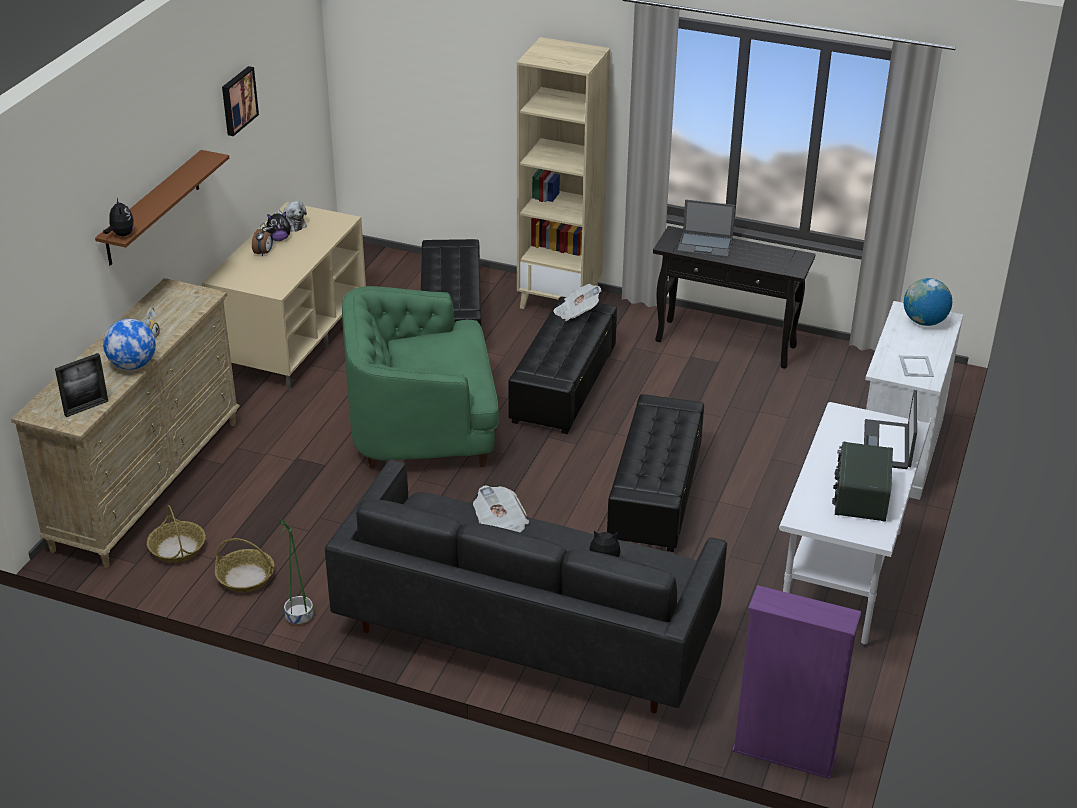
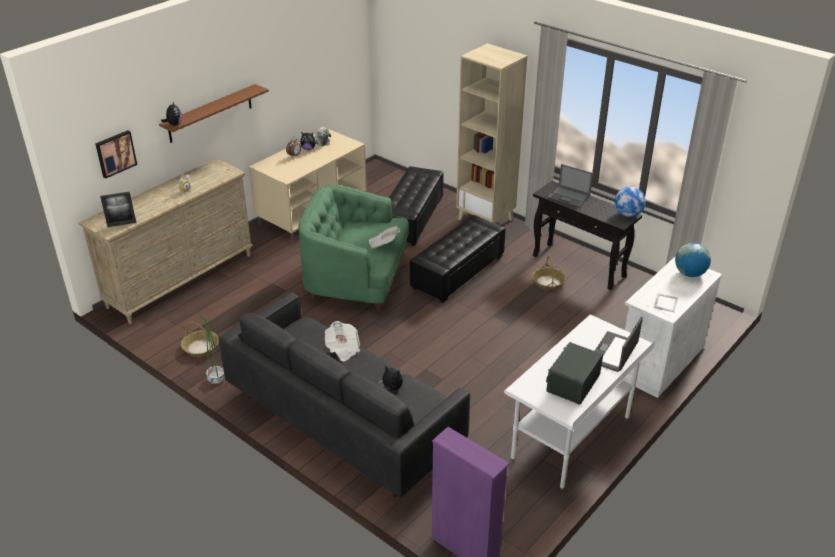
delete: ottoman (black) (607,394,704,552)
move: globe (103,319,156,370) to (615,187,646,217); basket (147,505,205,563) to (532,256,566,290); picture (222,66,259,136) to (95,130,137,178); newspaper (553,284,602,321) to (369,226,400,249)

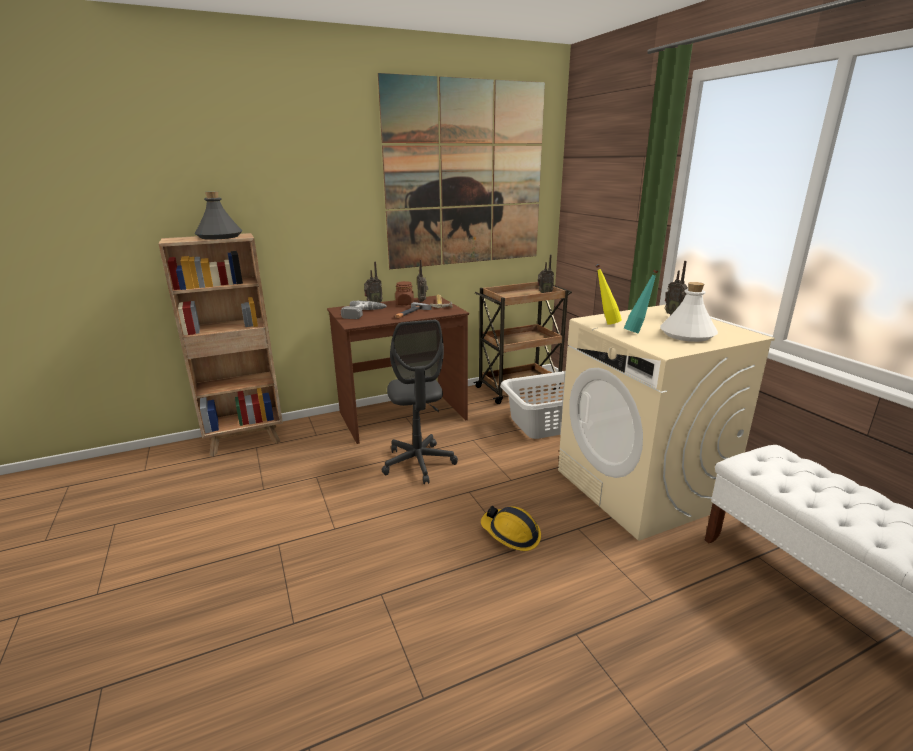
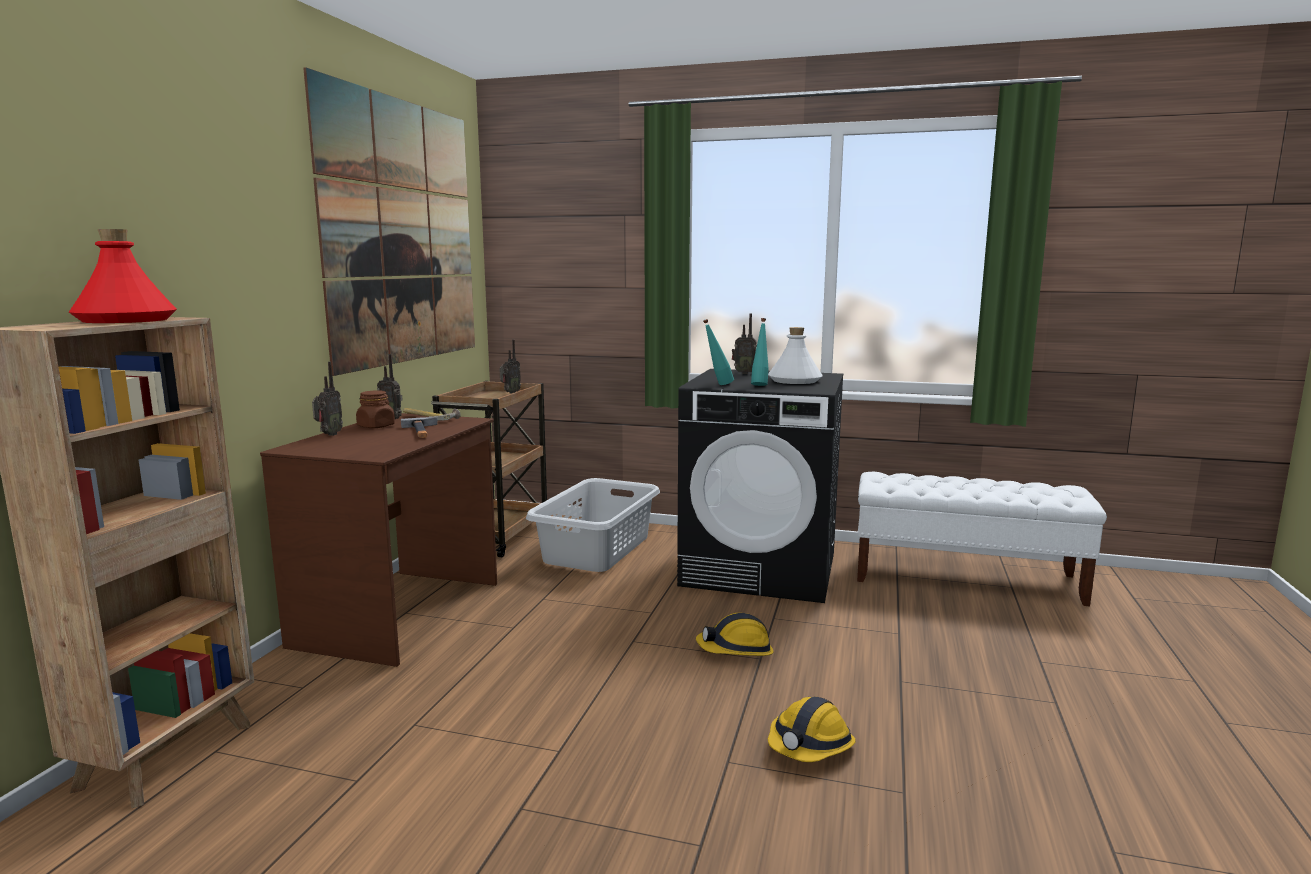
delete: power drill (341,301,387,319); office chair (grey) (382,320,458,484)
insert: hard hat (768,697,856,762)
recolor: bottle (grey) (195,191,242,240) to bottle (red) (69,229,177,323); washing machine (beige) (558,305,775,541) to washing machine (black) (677,369,843,603); bottle (yellow) (596,264,622,325) to bottle (turquoise) (703,319,734,385)

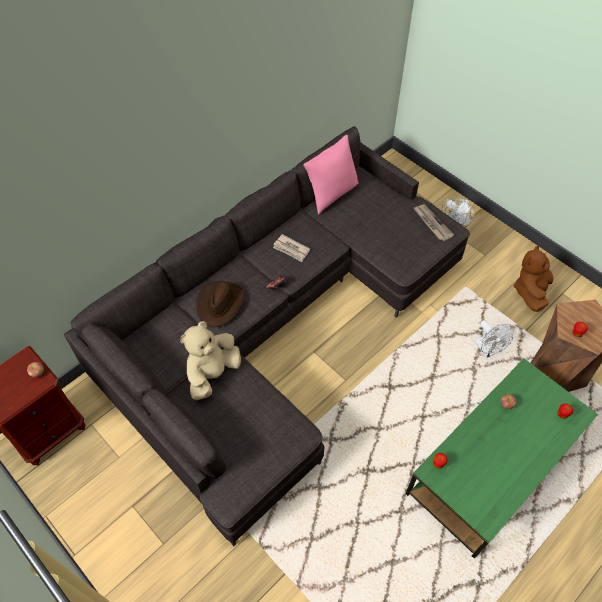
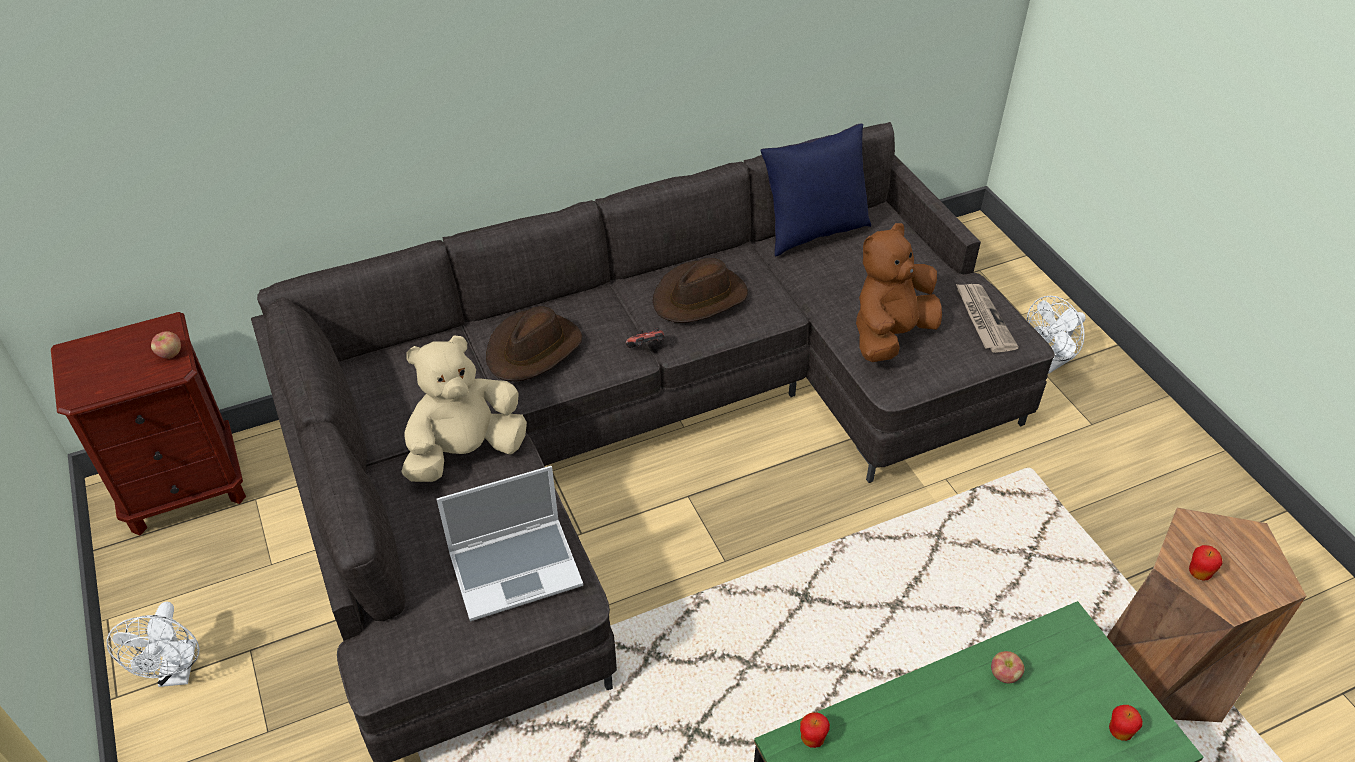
insert: laptop (437,466,583,621)
move: fan (white) (474,321,514,358) to (107,602,200,687); plush toy (brown) (514,245,553,312) to (856,223,942,362)
replace: newspaper (273,234,310,262) to hat (brown) (653,258,748,323)
recolor: pillow (pink) (303,135,359,215) to pillow (blue) (760,123,871,256)

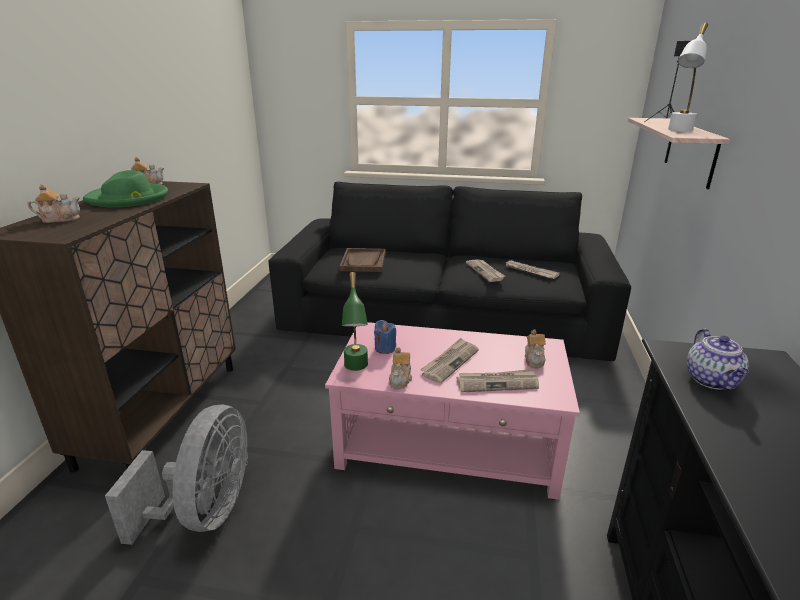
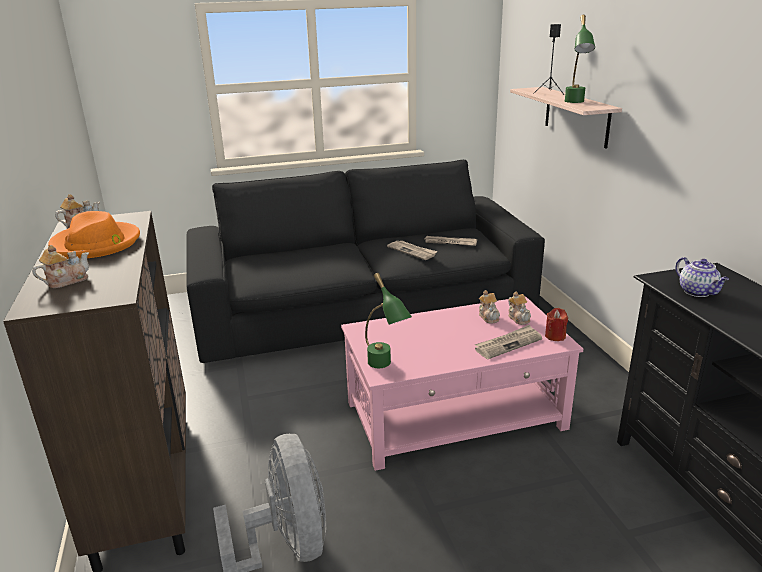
delete: tray (brown) (340,248,386,272); candle (blue) (374,320,396,354); newspaper (420,338,479,383)
insert: candle (red) (545,308,568,341)
move: teapot (389,347,412,389) to (479,290,500,323)
recolor: hat (green) (83,170,168,207) to hat (orange) (48,211,140,259); table lamp (white) (668,22,708,131) to table lamp (green) (565,15,595,103)

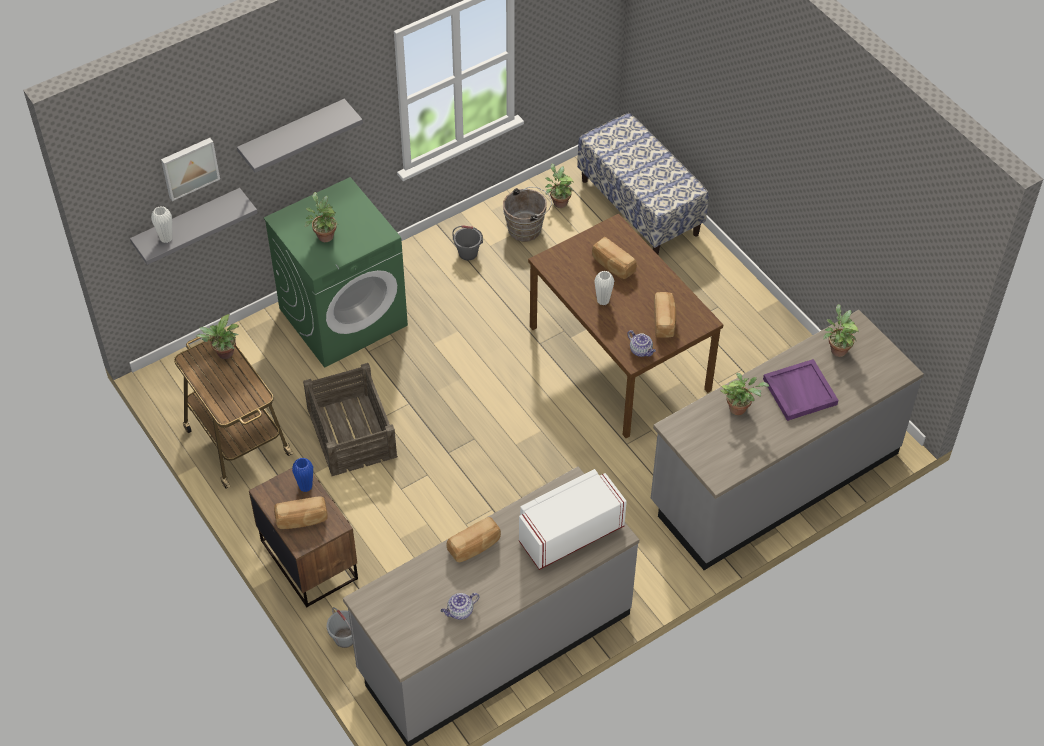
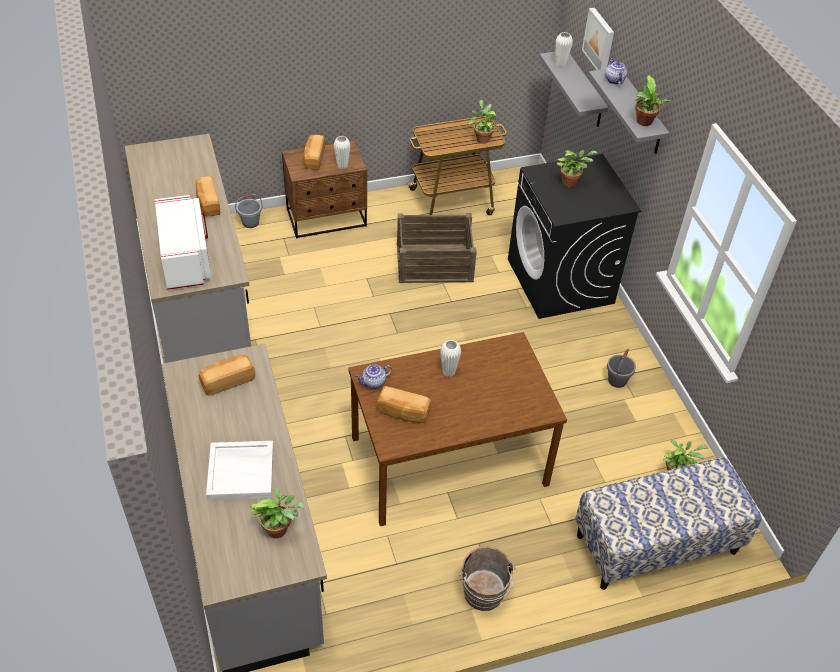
move: teapot (441,593,479,620) to (605,57,627,84); bucket (brown) (503,187,552,242) to (459,546,515,611); bread (592,237,637,279) to (199,355,255,396); potted plant (720,373,770,415) to (635,75,672,126)
recolor: washing machine (green) (264,177,408,368) to washing machine (black) (508,154,641,319); vase (blue) (292,458,313,492) to vase (white) (334,136,350,169); tray (purple) (763,359,839,421) to tray (white) (206,441,274,500)

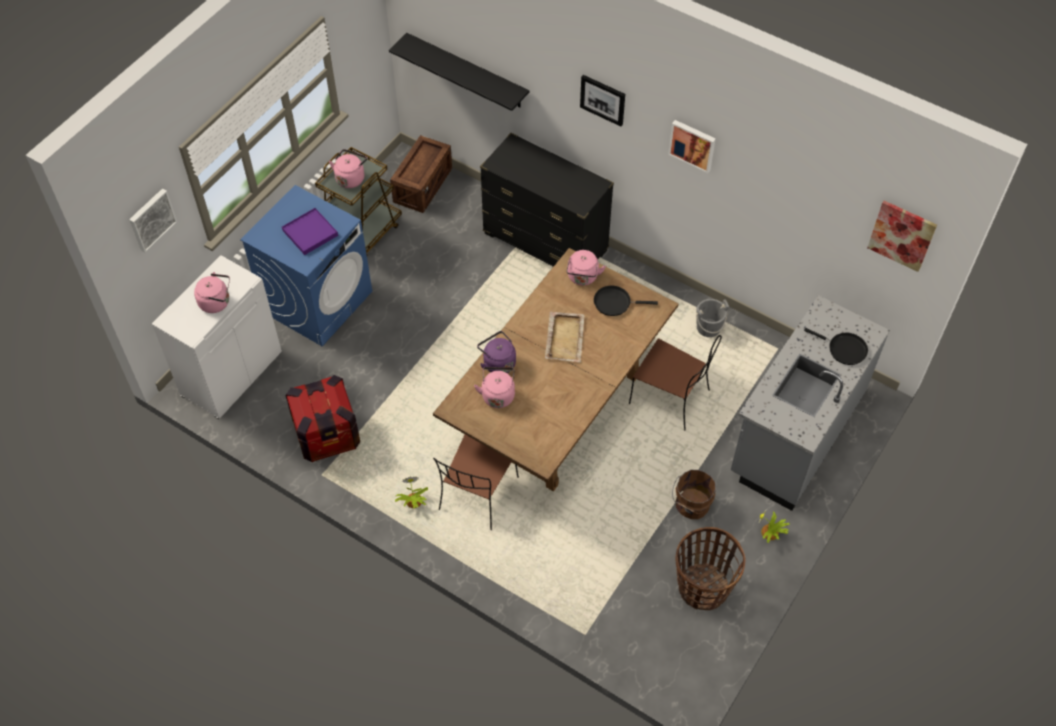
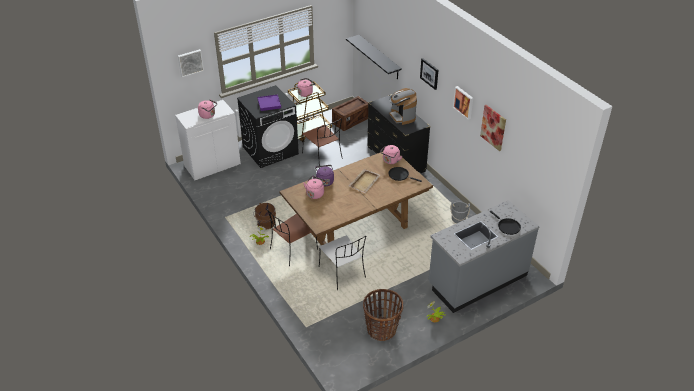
delete: crate (285,375,360,462)
insert: chair (white) (319,235,366,290); coffee machine (389,88,417,125)
move: chair (brown) (629,335,722,431) to (302,119,343,168); bucket (brown) (672,470,716,519) to (253,203,276,230); picture (867,201,937,272) to (480,105,506,151)
recolor: washing machine (blue) (240,185,372,346) to washing machine (black) (237,85,299,168)

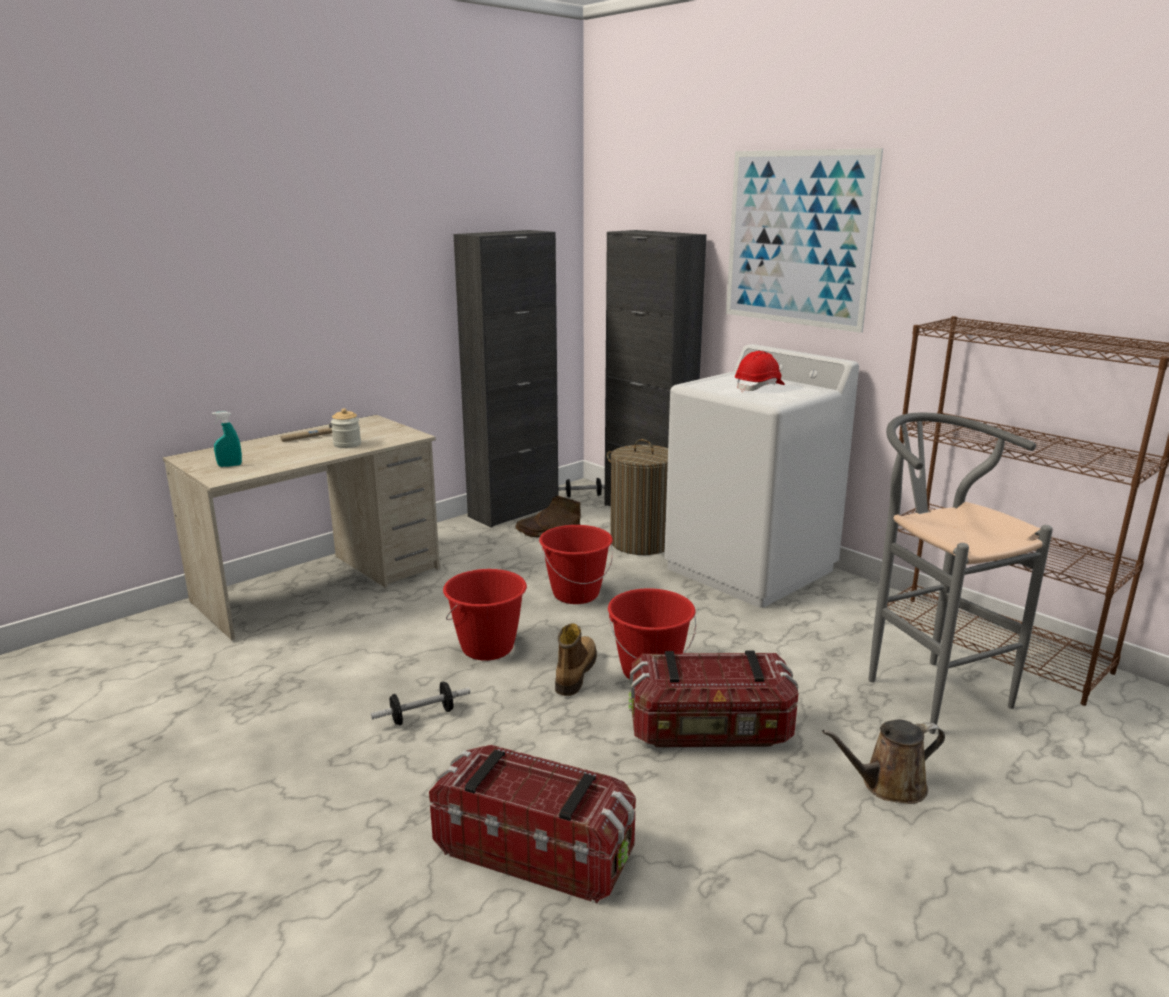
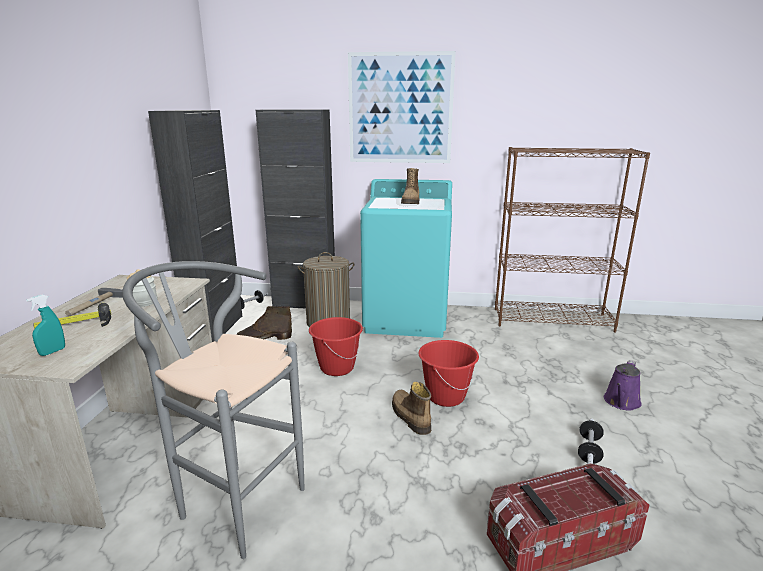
delete: bucket (red) (443,569,527,661); storage box (629,650,799,747)
insert: hammer (34,303,111,329)
move: dumbbell (371,682,470,725) to (578,419,604,464); stool (grey) (868,413,1053,734) to (122,261,304,559)
replace: hard hat (red) (735,351,785,392) to boot (401,168,419,204)
recolor: washing machine (white) (664,344,859,608) to washing machine (turquoise) (360,179,452,338); watering can (brown) (822,719,945,804) to watering can (purple) (604,360,642,411)

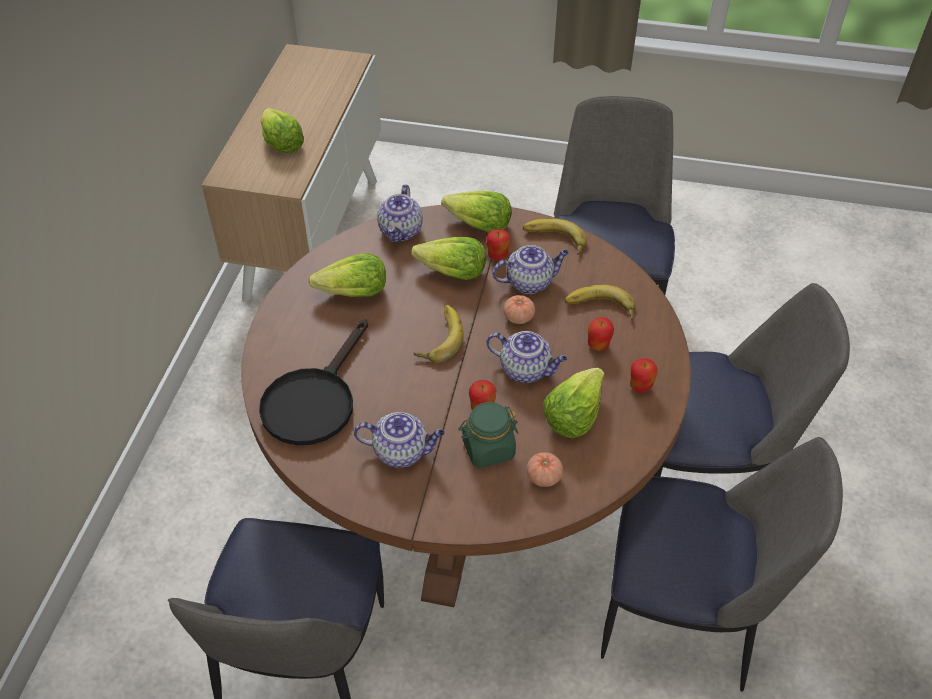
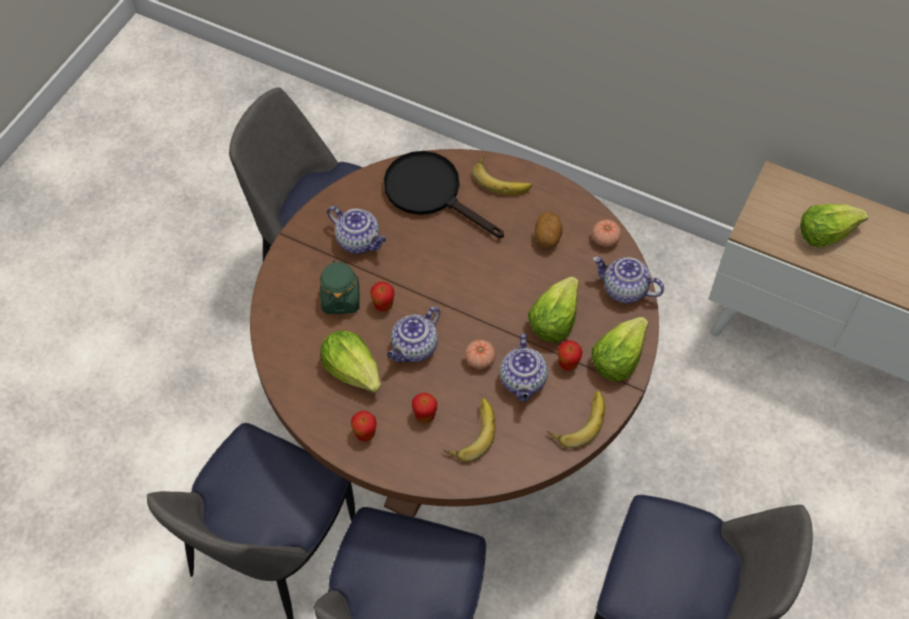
move: banana (414,305,464,363) to (472,154,532,195); tomato (526,452,563,487) to (592,220,621,247)
replace: lettuce (309,253,386,297) to potato (535,212,562,248)
rotate: teapot (354,412,445,468) = (327,206,386,254) 75 degrees counterclockwise

